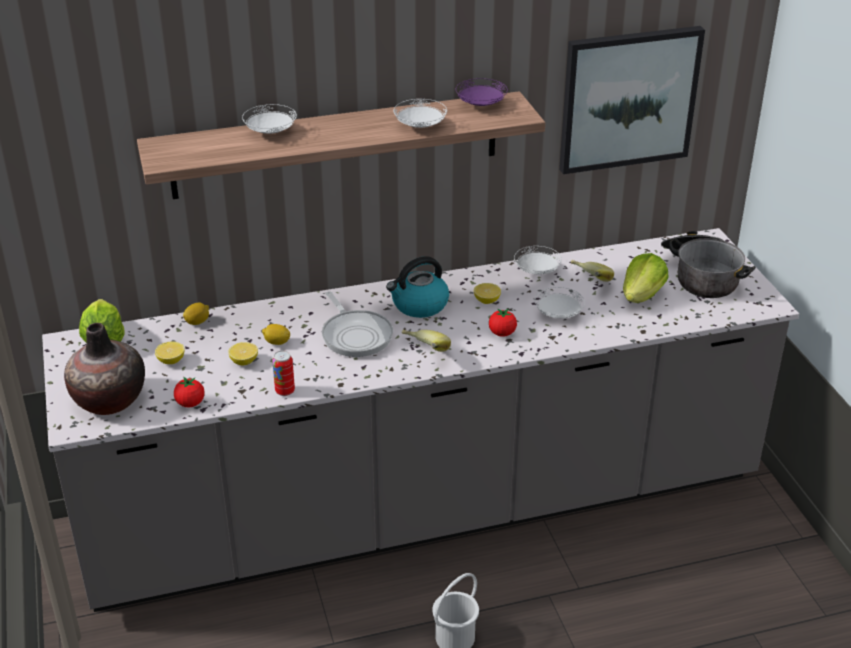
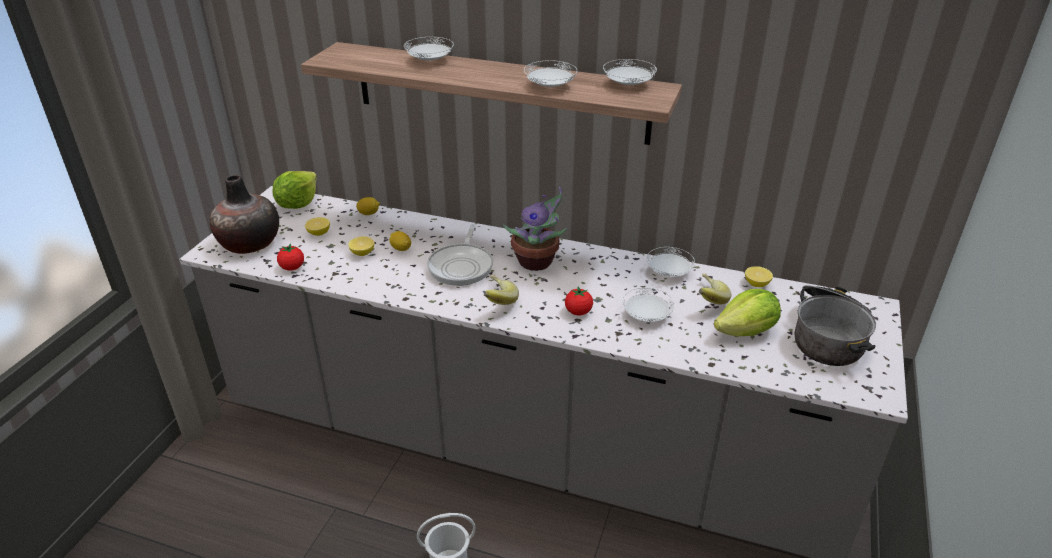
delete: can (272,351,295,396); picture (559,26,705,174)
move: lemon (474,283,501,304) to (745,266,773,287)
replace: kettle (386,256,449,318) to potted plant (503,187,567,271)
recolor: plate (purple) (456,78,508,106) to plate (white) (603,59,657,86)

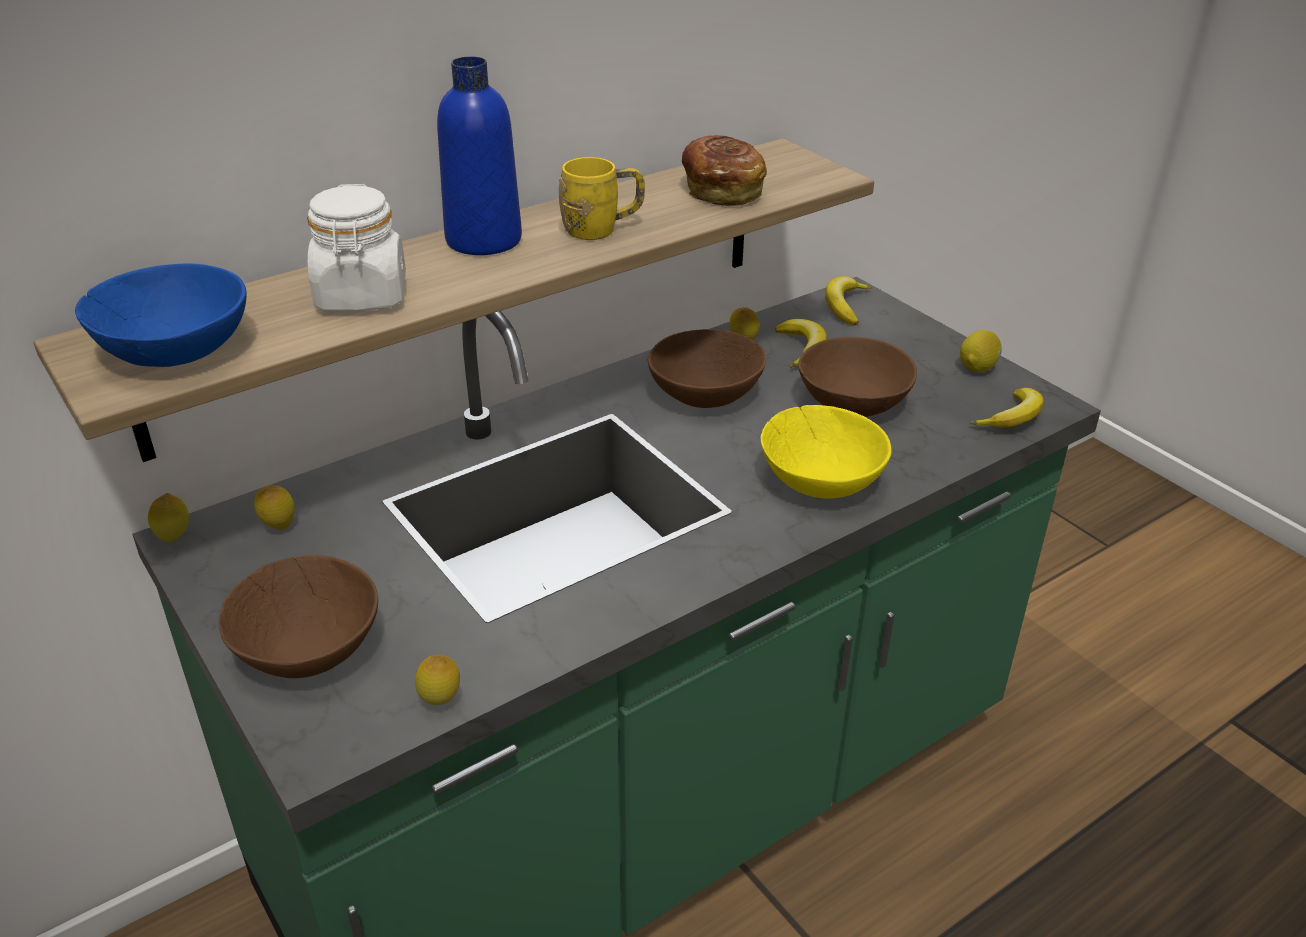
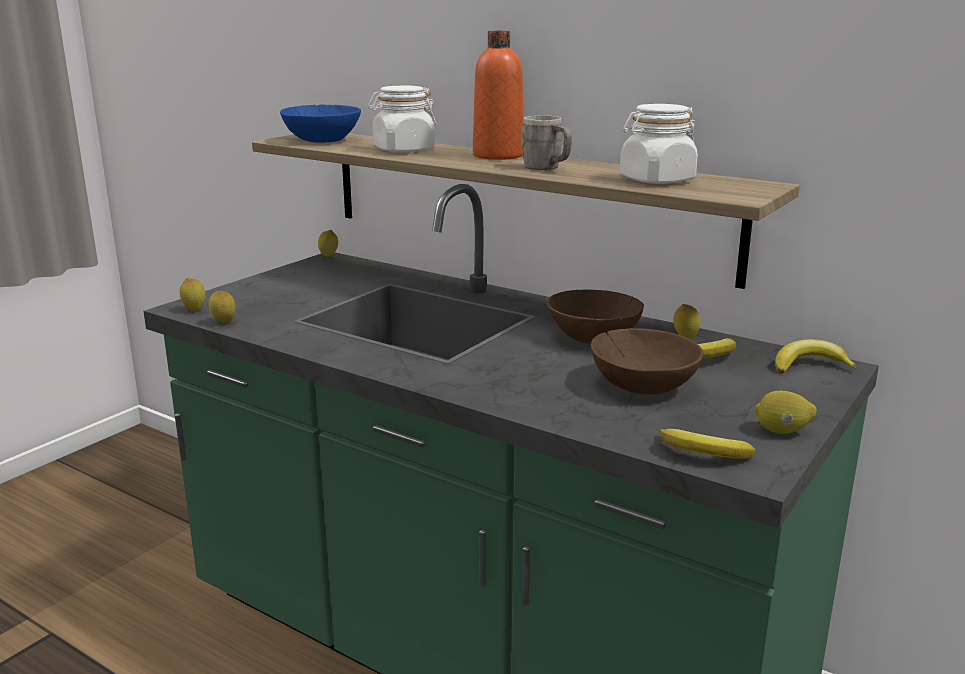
delete: bowl (brown) (219,555,378,678); bowl (yellow) (760,405,891,499)
move: lemon (254,485,295,530) to (180,278,206,311)
replace: bread (682,135,767,206) to jar (white) (620,104,698,184)
recolor: bottle (blue) (437,56,522,255) to bottle (orange) (473,31,523,160); mug (yellow) (559,157,645,240) to mug (grey) (521,115,572,170)

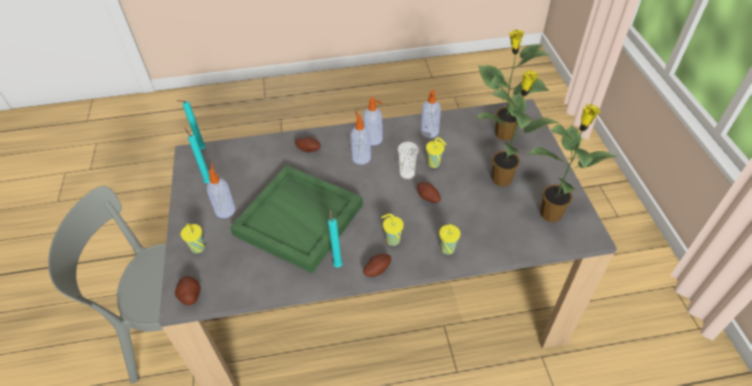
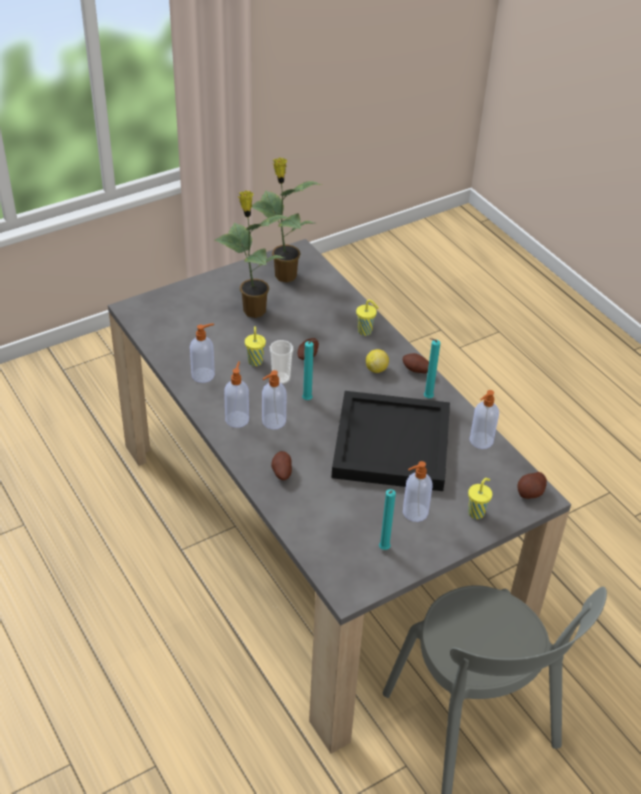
delete: potted plant (478,30,550,141)
insert: soap dispenser (470,390,499,449)
move: candle (turquoise) (177,100,206,150) to (302,340,318,400)
replace: cup (yellow) (381,214,404,246) to lemon (366,349,389,373)
recolor: tray (green) (230,166,363,273) to tray (black) (331,391,450,491)

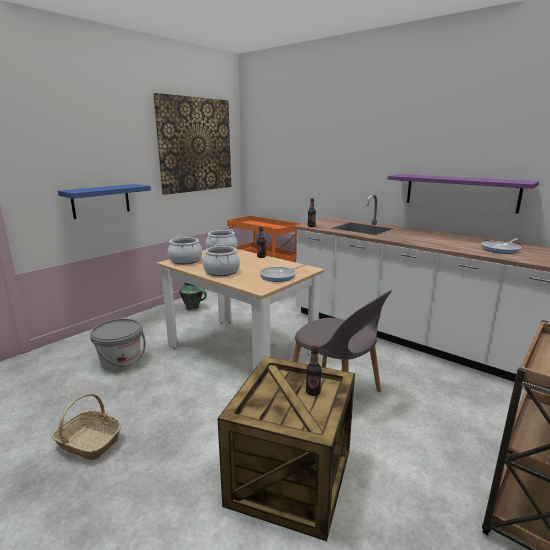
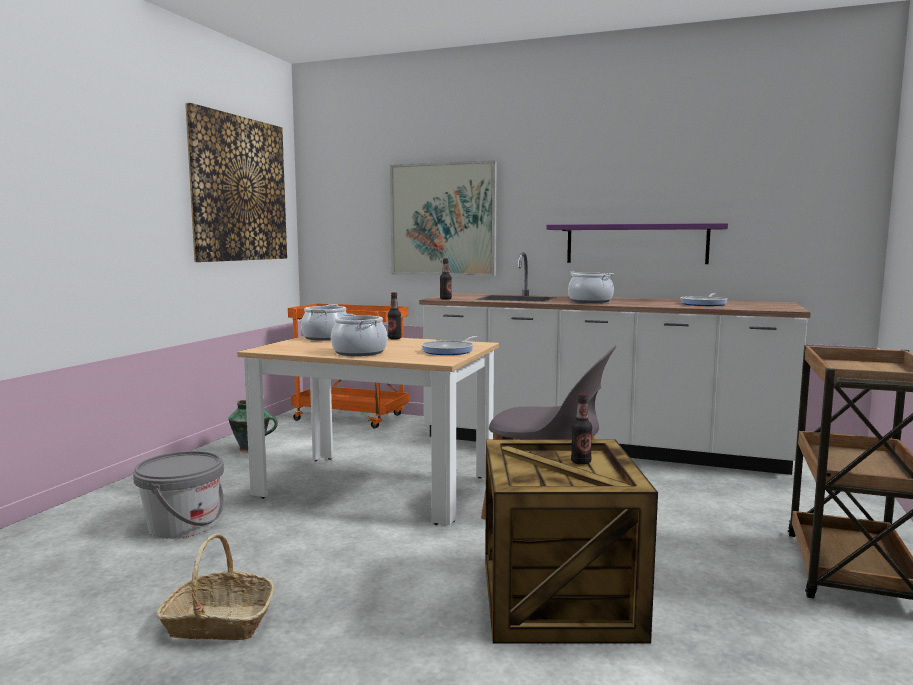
delete: shelf (blue) (58,184,151,219)
insert: picture (390,160,497,276)
move: cooking pot (168,236,202,265) to (568,272,614,303)

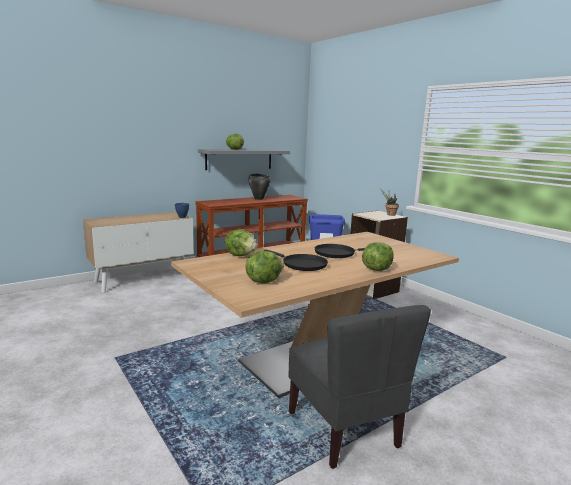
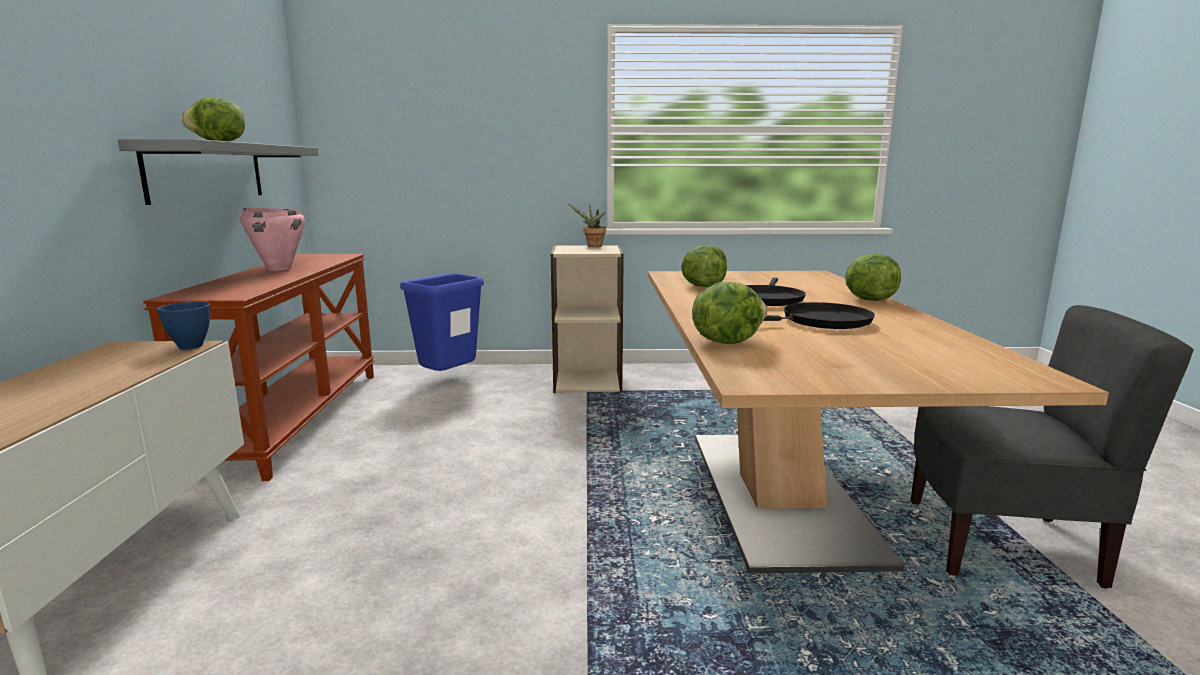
move: lettuce (245,251,284,284) to (681,245,727,287)
recolor: cooking pot (black) (248,174,271,200) to cooking pot (pink) (240,207,305,271)

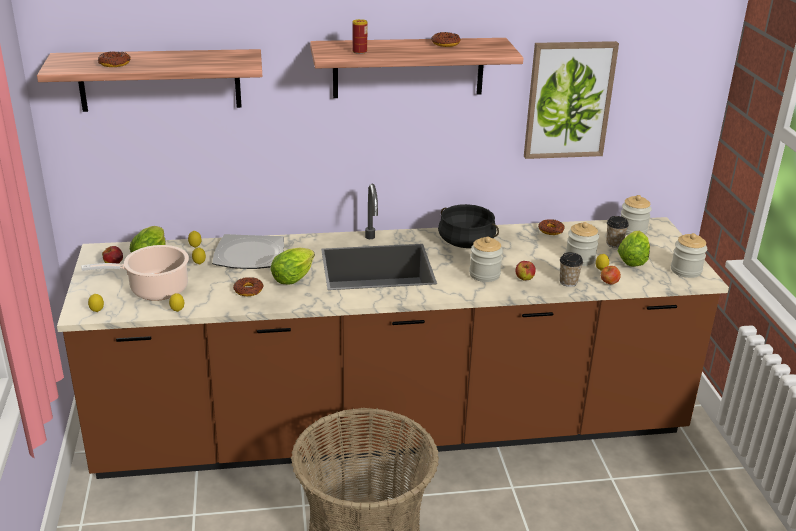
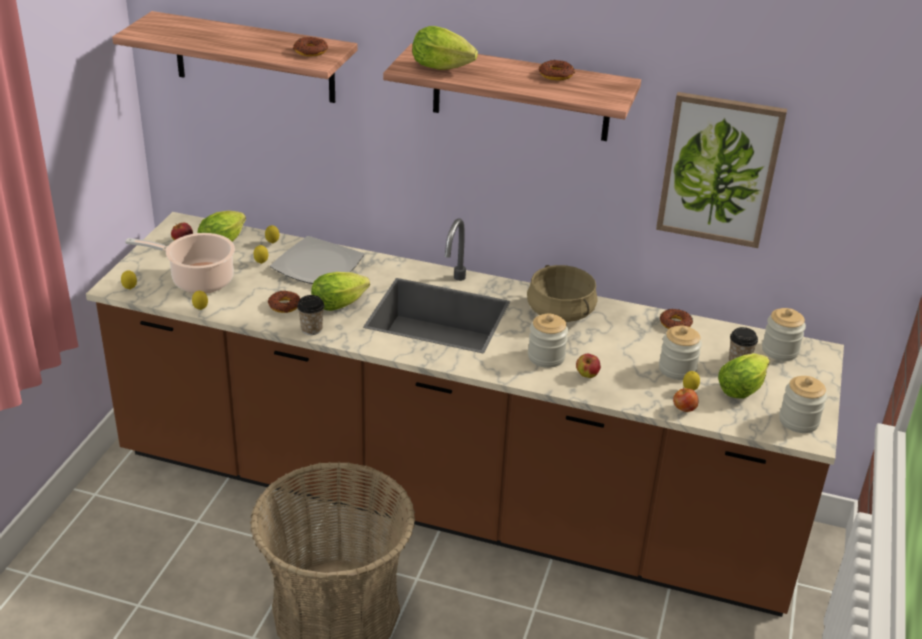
move: donut (98,52,131,67) to (293,37,328,56); cup (560,252,583,287) to (297,295,325,335)
replace: can (352,19,367,54) to lettuce (412,26,478,70)
recolor: cooking pot (black) (438,204,499,248) to cooking pot (beige) (527,265,598,322)

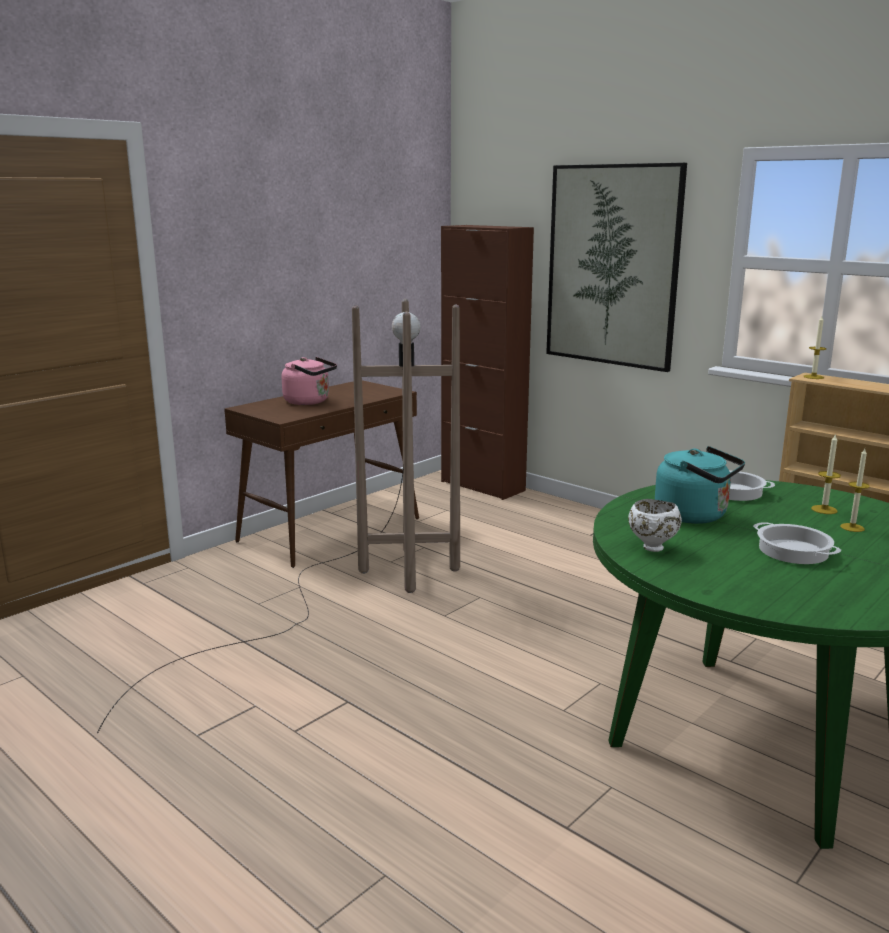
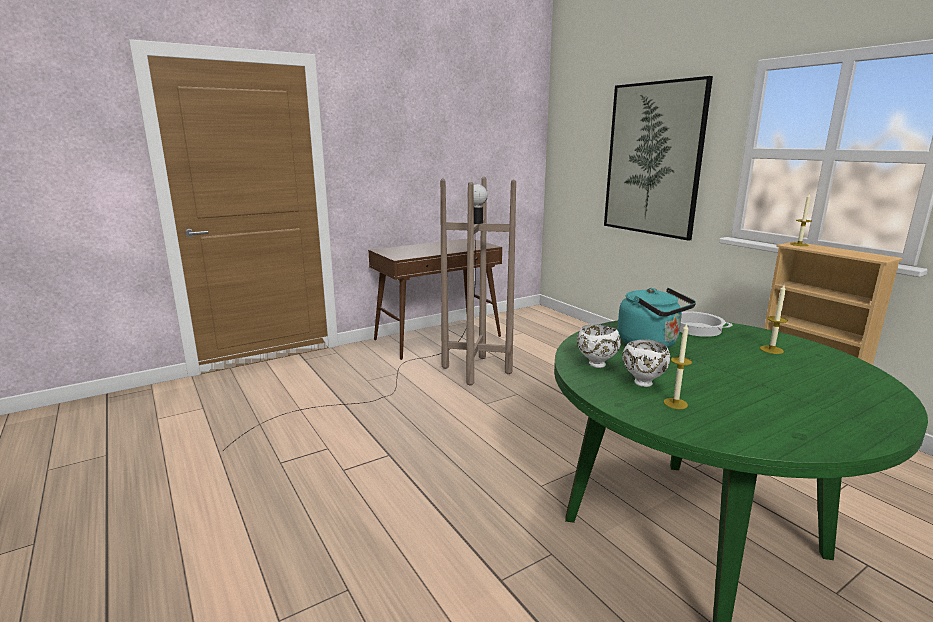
delete: kettle (pink) (282,357,337,405); cabinet (brown) (441,225,534,500); cooking pot (753,522,841,564)
insert: bowl (white) (622,339,670,387)
move: candle (840,449,870,532) to (664,322,692,409)

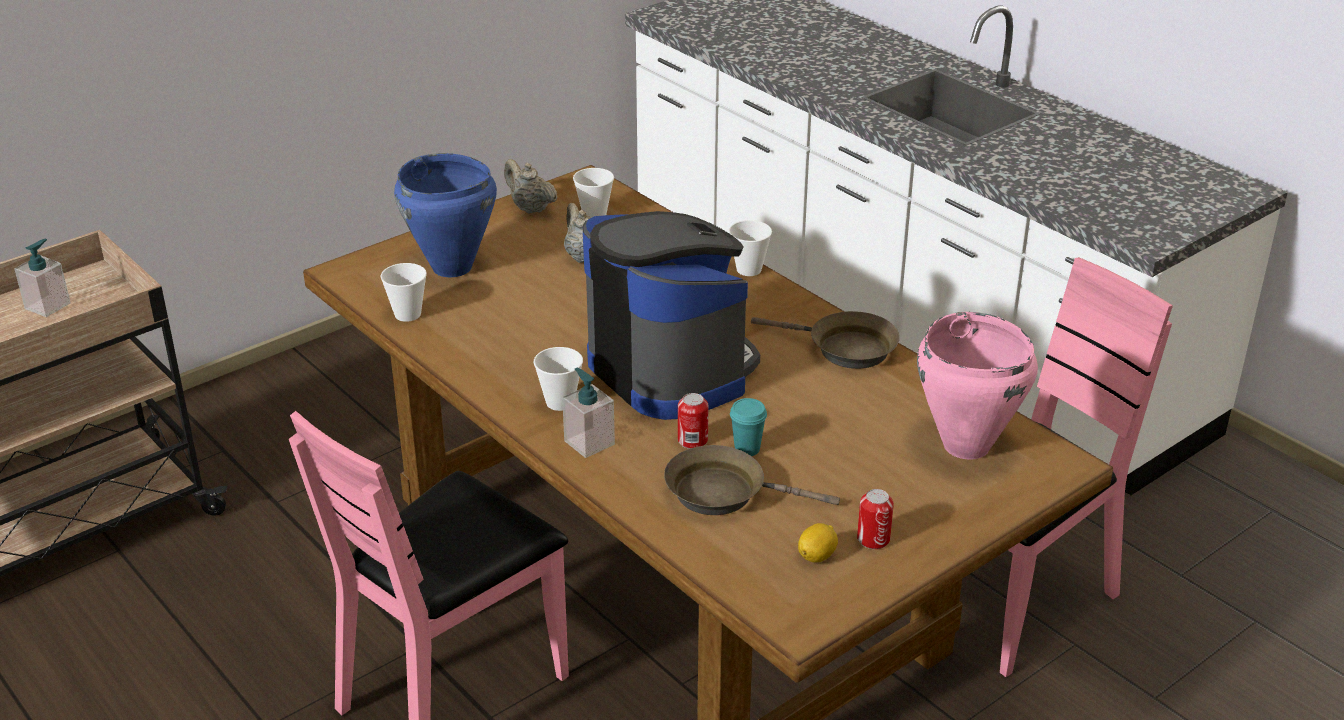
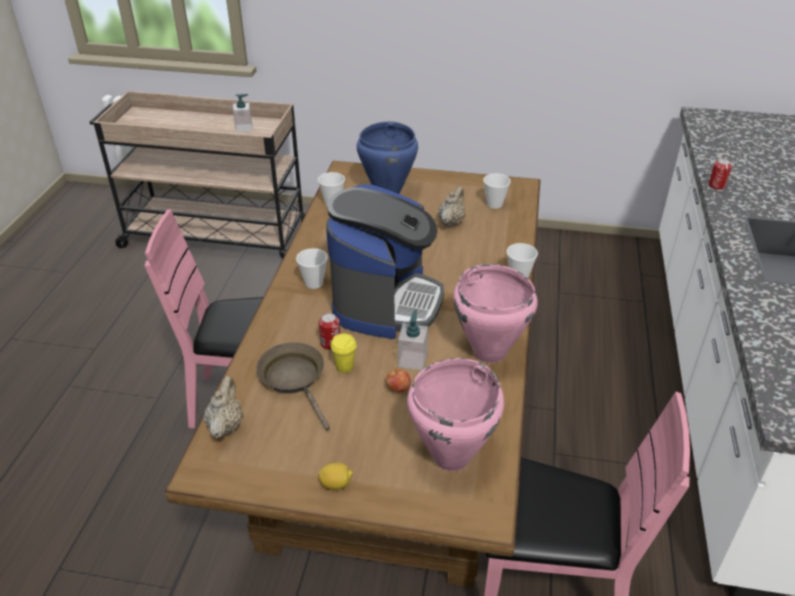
insert: apple (385,368,411,392)
move: teapot (beige) (504,159,558,214) to (204,376,243,438); soap dispenser (562,368,615,458) to (398,310,428,370); lemon (798,523,838,563) to (318,463,353,490); can (857,489,894,549) to (708,159,732,190)
replace: frying pan (brown) (751,311,900,369) to cooking pot (pink) (453,264,538,363)
recolor: cup (turquoise) (730,398,767,456) to cup (yellow) (331,334,357,373)

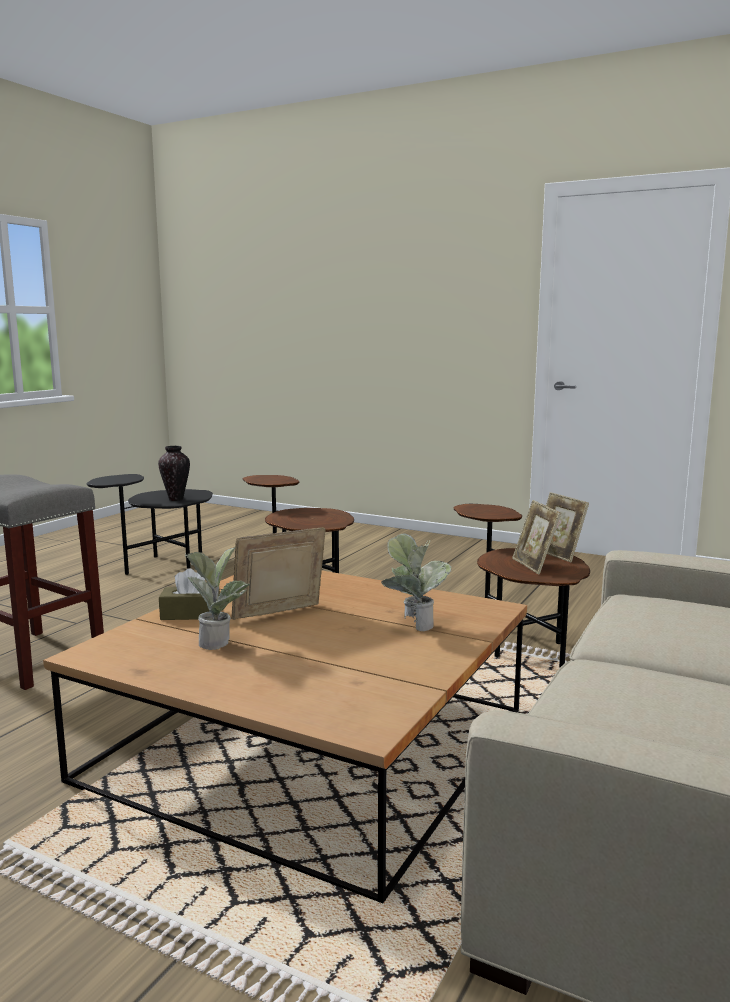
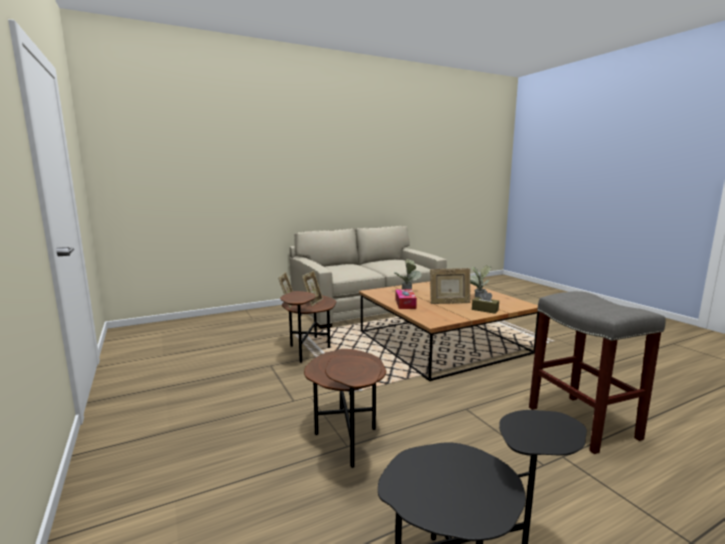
delete: vase (158,446,190,501)
insert: tissue box (395,289,417,309)

